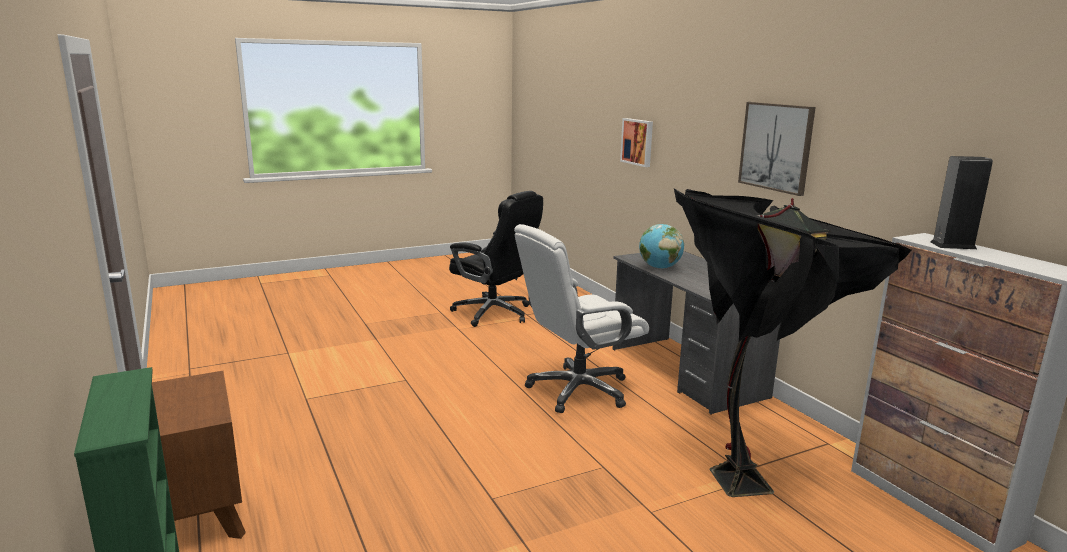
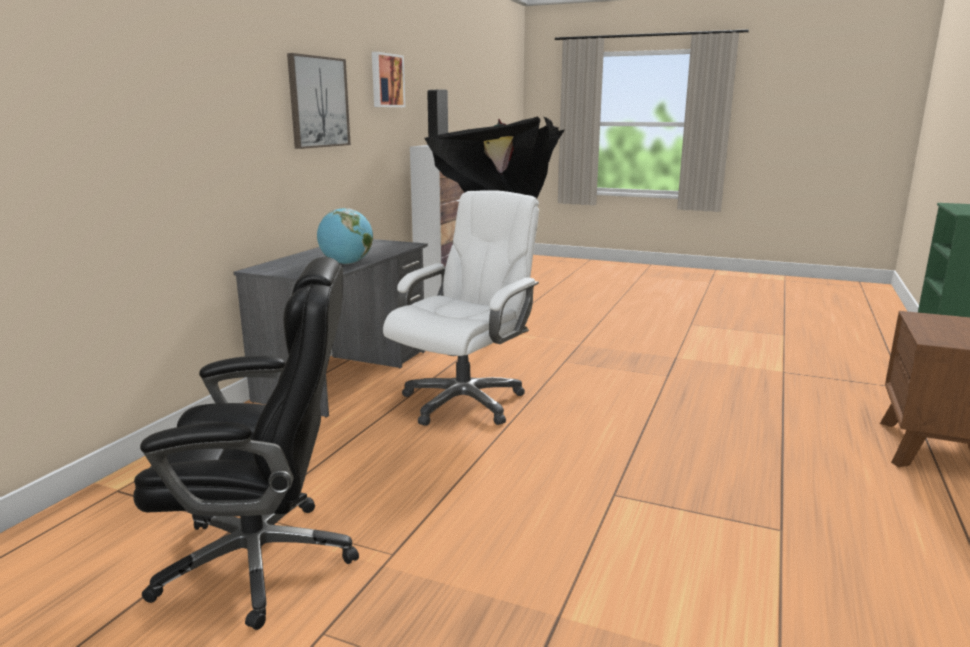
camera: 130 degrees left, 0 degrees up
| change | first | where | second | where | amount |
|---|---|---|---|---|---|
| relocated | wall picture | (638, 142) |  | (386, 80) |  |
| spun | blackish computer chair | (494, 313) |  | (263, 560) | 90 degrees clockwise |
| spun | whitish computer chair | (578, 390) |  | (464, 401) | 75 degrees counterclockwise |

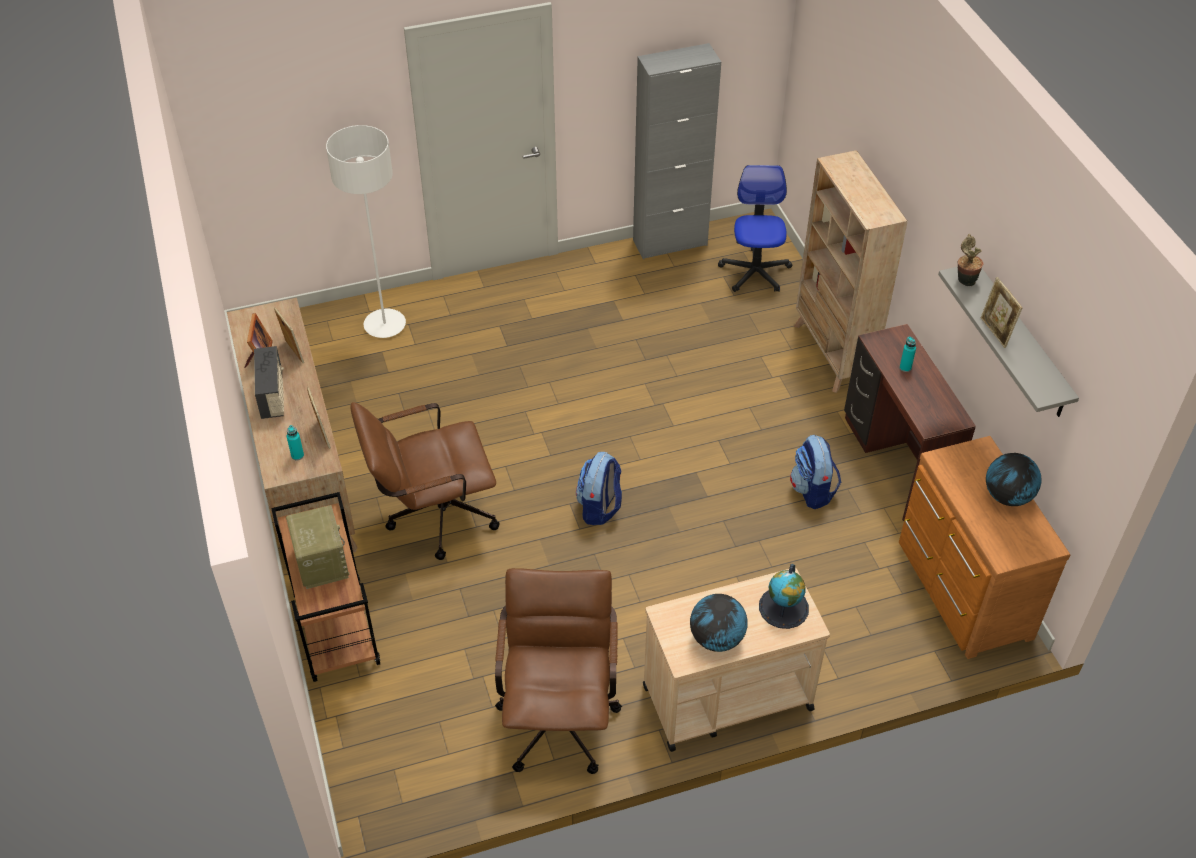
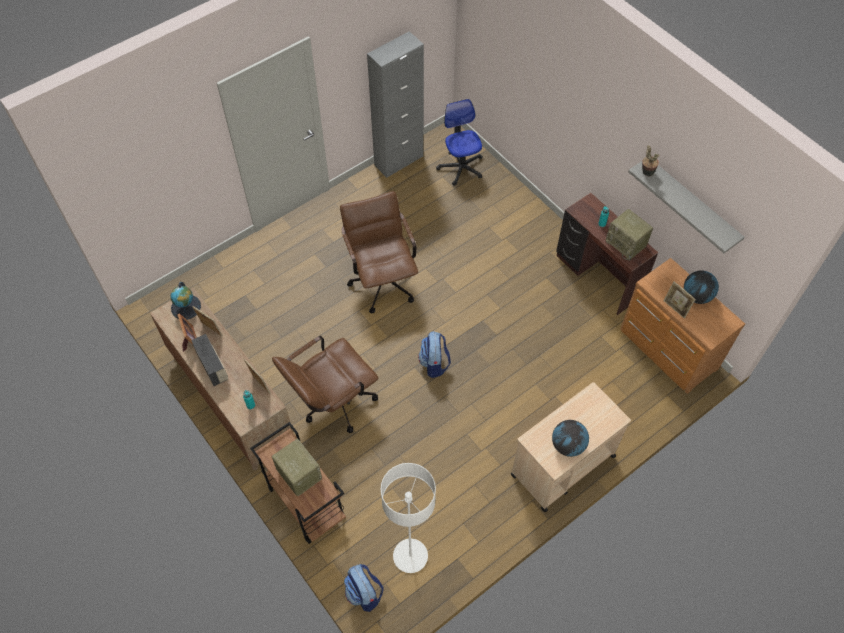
camera: 20 degrees left, 10 degrees up
| change | first | where | second | where | amount |
|---|---|---|---|---|---|
| relocated | whitish floor lamp | (385, 325) |  | (410, 556) |  |
| missing | sand-coloured bookcase | (832, 354) |  |  |  |
| relocated | standing frame | (995, 332) |  | (675, 309) |  |
| relocated | rucksack | (812, 490) |  | (364, 593) |  |
| relocated | globe | (784, 607) |  | (186, 307) |  |
| relocated | brown computer chair | (559, 714) |  | (382, 279) |  |
| appeared |  |  | radio receiver | (626, 244) |  |

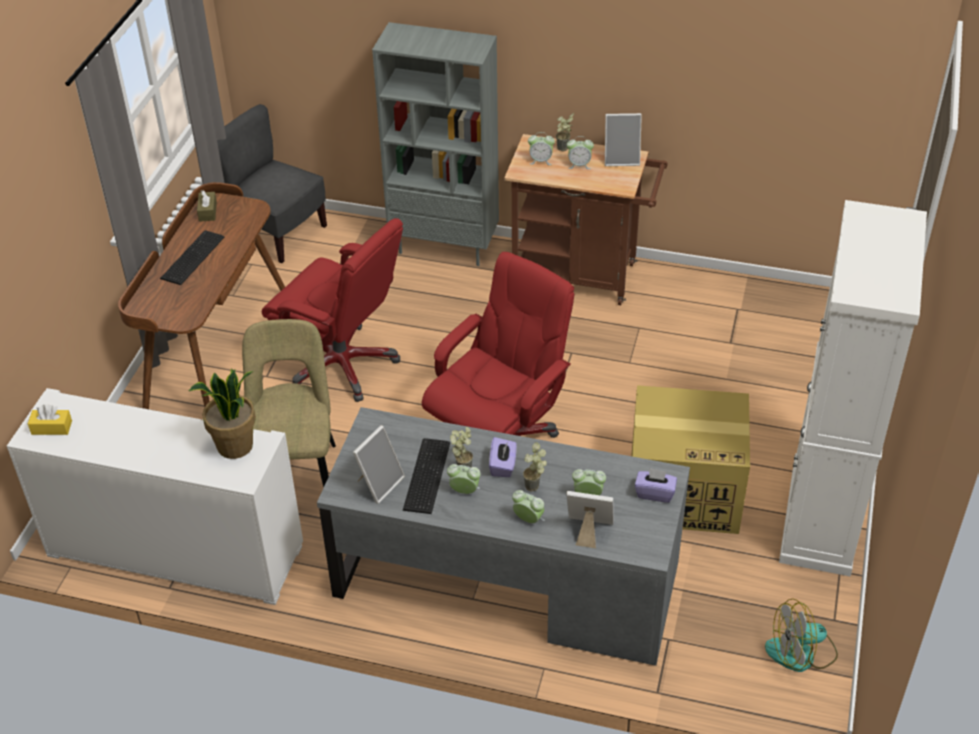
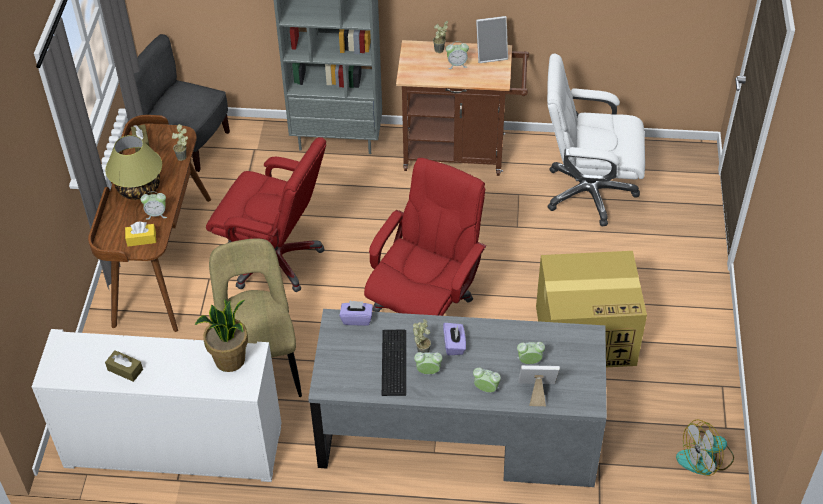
camera: 10 degrees left, 5 degrees up
| change | first | where | second | where | amount |
|---|---|---|---|---|---|
| relocated | bedside clock | (540, 161) |  | (156, 214) |  |
| missing | whitish storage cabinet | (821, 516) |  |  |  |
| exchanged | keyboard | (191, 258) | tabletop lamp | (138, 188) |  |
| relocated | yellowish box of tissues | (51, 427) |  | (141, 239) |  |
| missing | standing frame | (379, 483) |  |  |  |
| relocated | plant in a pot | (536, 488) |  | (184, 158) |  |
| relocated | purplish box of tissues | (655, 493) |  | (356, 319) |  |
| appeared |  |  | whitish computer chair | (588, 192) |  |
| appeared |  |  | brown box of tissues | (125, 370) |  |

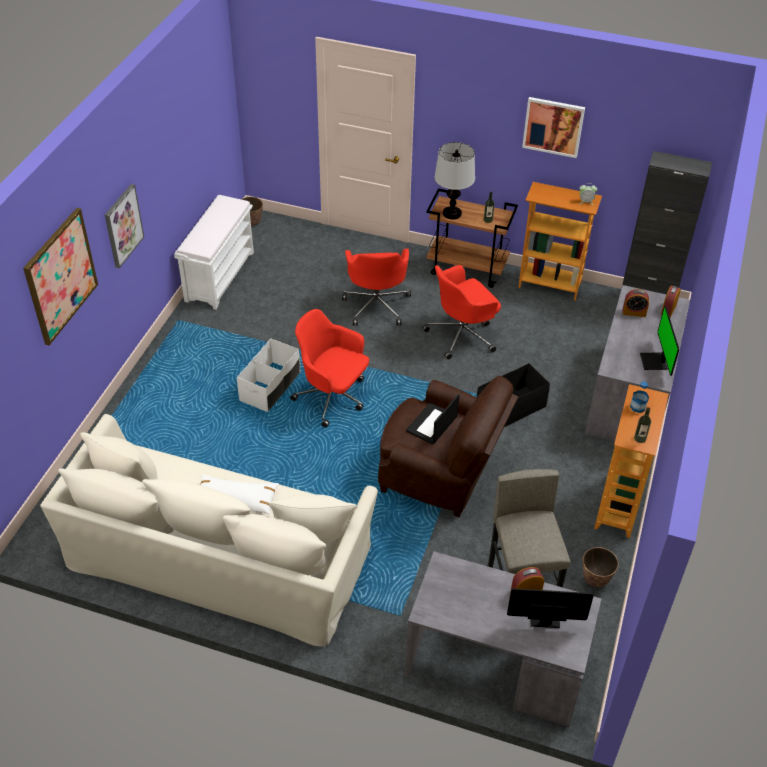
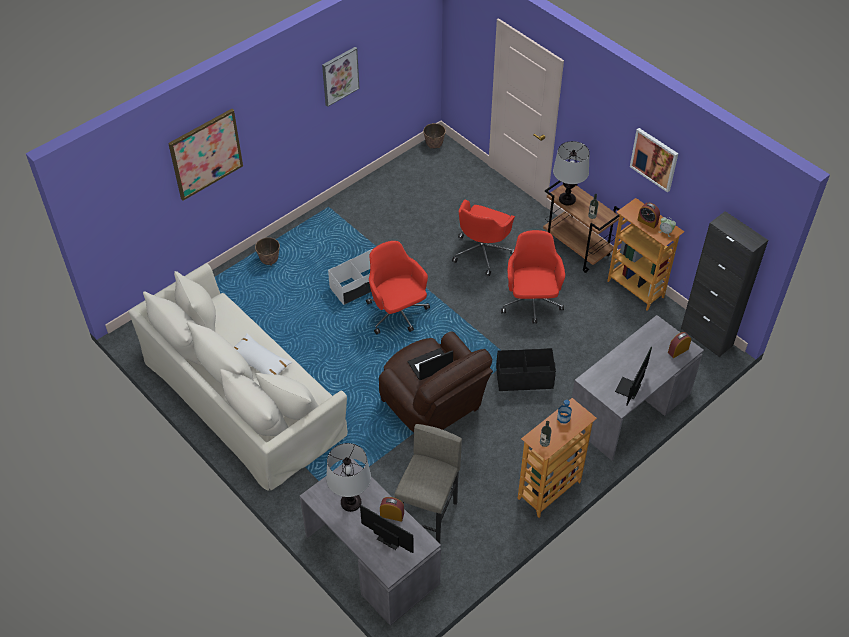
camera: 30 degrees right, 5 degrees up
| change | first | where | second | where | amount |
|---|---|---|---|---|---|
| relocated | wall picture | (123, 225) |  | (340, 76) |  |
| missing | whitish indoor bench | (220, 276) |  |  |  |
| spun | red-coloured computer chair | (462, 334) |  | (531, 303) | 90 degrees clockwise |
| relocated | bedside clock | (634, 312) |  | (647, 222) |  |
| relocated | flower pot | (595, 580) |  | (269, 261) |  |
| appeared |  |  | tabletop lamp | (350, 502) |  |

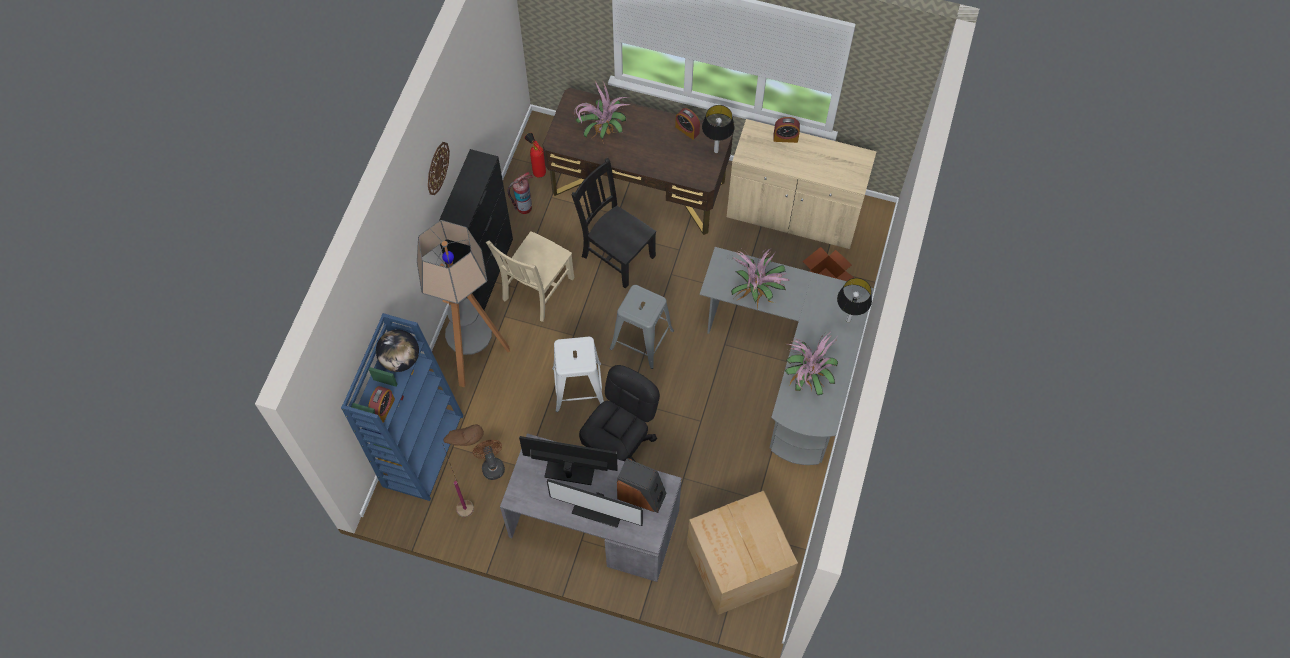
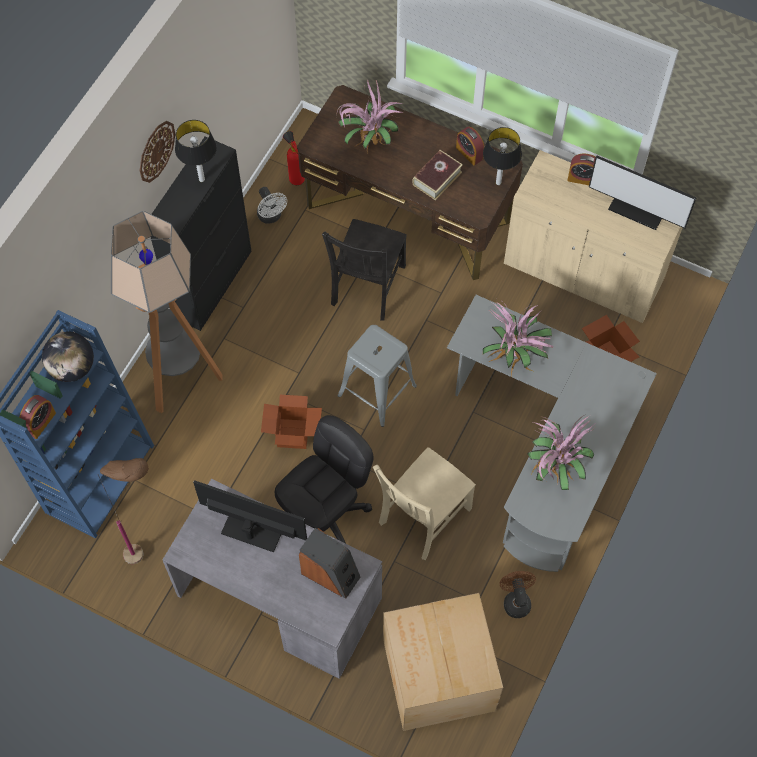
camera: 10 degrees right, 0 degrees up
| change | first | where | second | where | amount |
|---|---|---|---|---|---|
| spun | blackish upright chair | (616, 254) |  | (367, 287) | 120 degrees counterclockwise |
| exchanged | fire-fighting cylinder | (524, 207) | whitish fan | (271, 217) |  |
| relocated | sand-coloured upright chair | (536, 290) |  | (422, 517) |  |
| relocated | tabletop lamp | (848, 320) |  | (202, 180) |  |
| exchanged | whitish sitting stool | (578, 386) | cardboard box | (293, 434) |  |
| relocated | brown fan | (492, 465) |  | (515, 600) |  |
| relocated | computer display | (598, 510) |  | (636, 211) |  |
| appeared |  |  | book | (437, 178) |  |

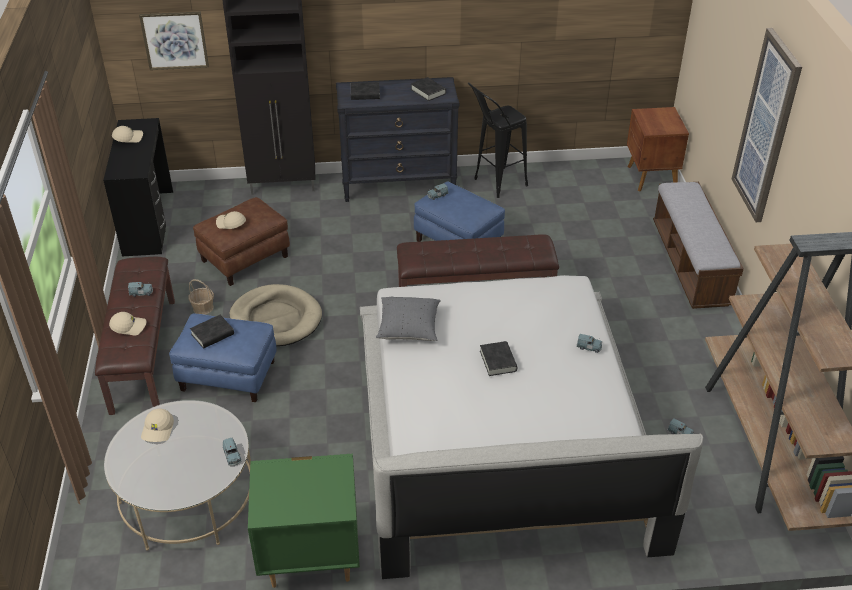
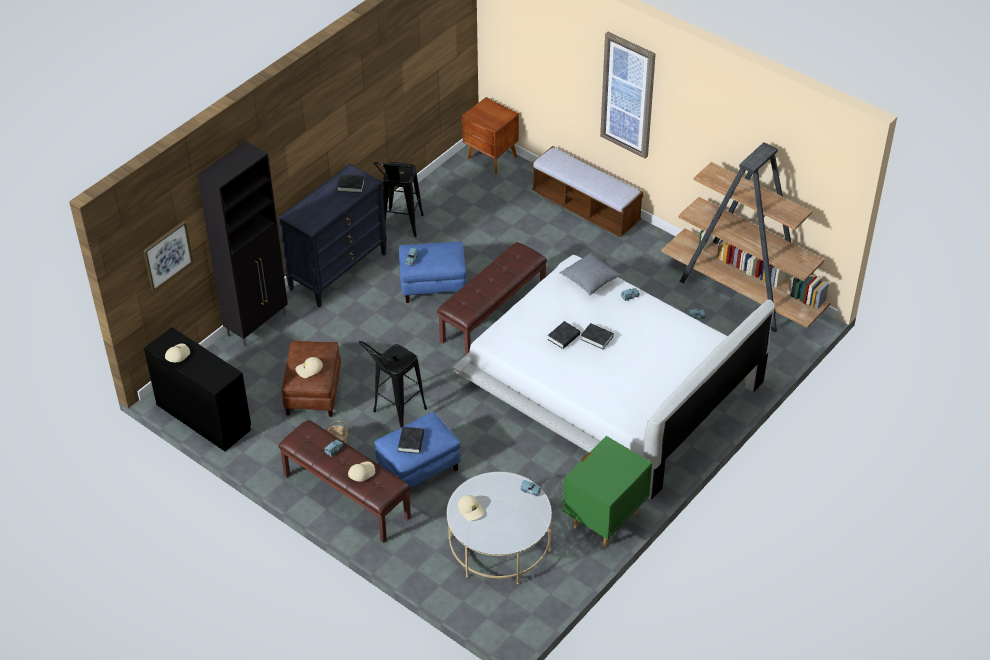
camera: 45 degrees left, 5 degrees up
| change | first | where | second | where | amount |
|---|---|---|---|---|---|
| relocated | blackish book | (365, 94) |  | (563, 337) |  |
| exchanged | sand-coloured pet bed | (276, 319) | blackish sitting stool | (394, 415) |  |
| relocated | gray throw pillow | (408, 328) |  | (590, 281) |  |

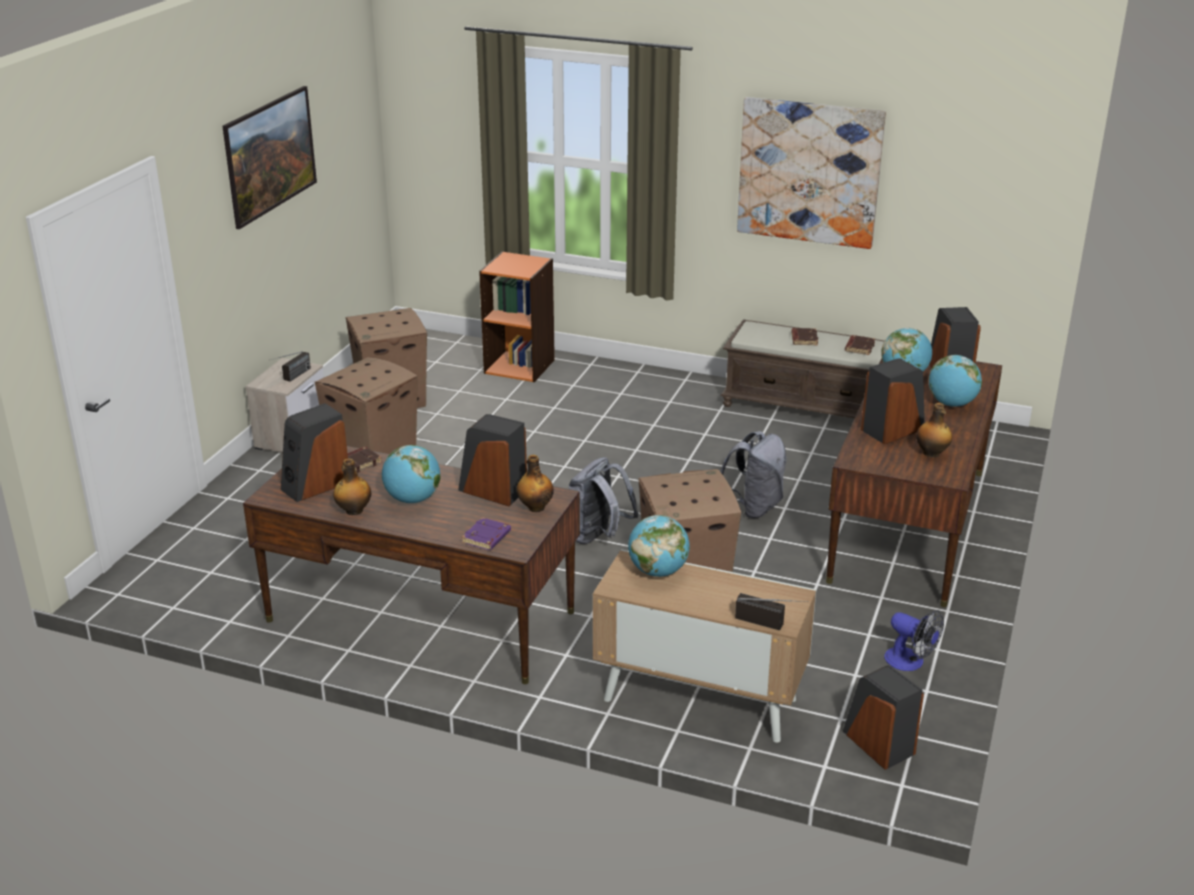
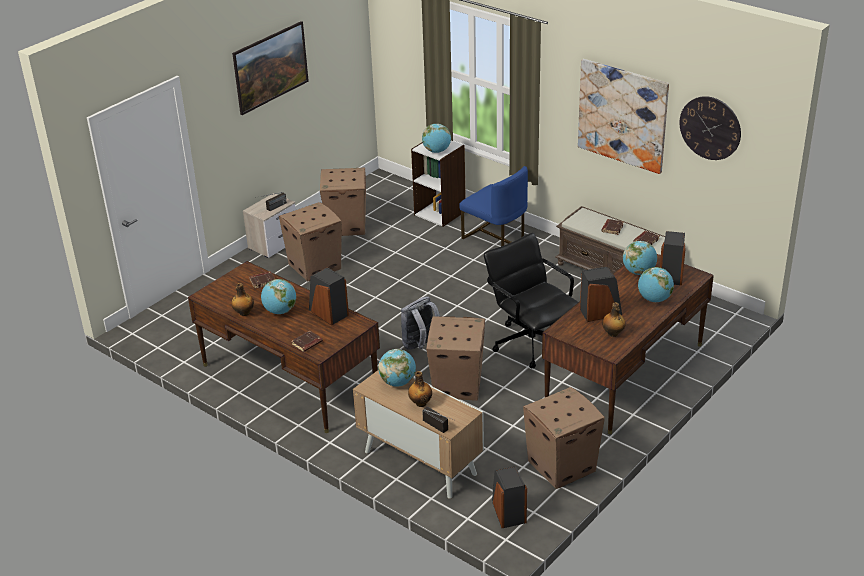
camera: 20 degrees right, 5 degrees up
| change | first | where | second | where | amount |
|---|---|---|---|---|---|
| colour | orange bookcase | (520, 366) | whitish bookcase | (440, 213) |  |
| missing | audio speaker | (315, 485) |  |  |  |
| exchanged | gray rucksack | (754, 507) | blackish computer chair | (531, 343) |  |
| relocated | bottle | (535, 507) |  | (420, 403) |  |
| colour | purplish book | (487, 538) | brown book | (307, 344) |  |
| exchanged | fan | (910, 662) | cardboard box | (562, 466) |  |
| appeared |  |  | wall clock | (710, 128) |  |
| appeared |  |  | globe | (437, 151) |  |
| appeared |  |  | blue-coloured upright chair | (495, 237) |  |

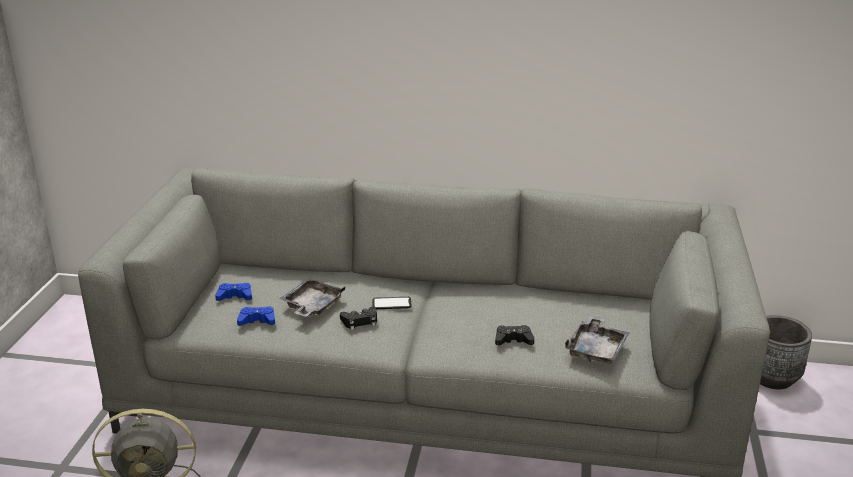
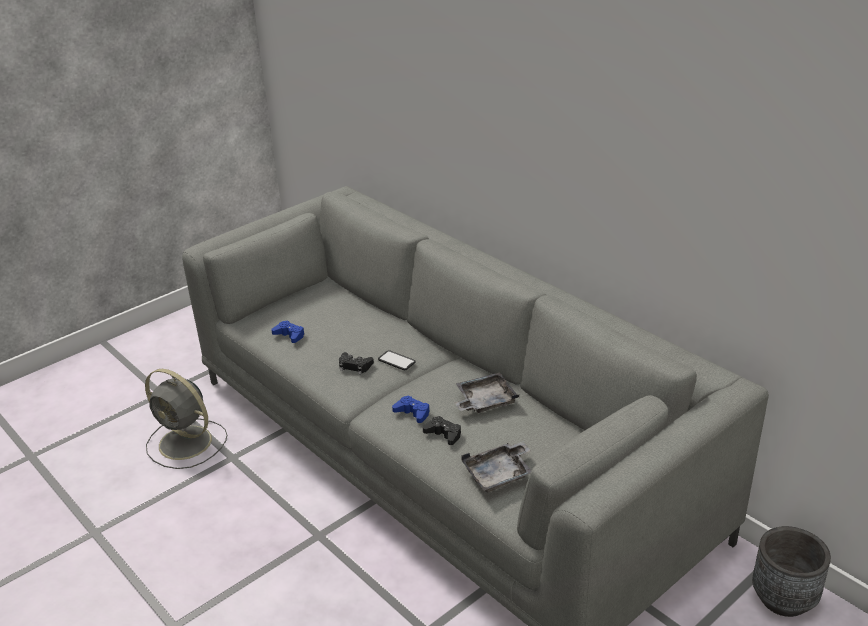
camera: 40 degrees right, 5 degrees up
| change | first | where | second | where | amount |
|---|---|---|---|---|---|
| relocated | gray tray | (312, 306) |  | (484, 401) |  |
| relocated | blue-coloured gamepad | (235, 296) |  | (412, 413) |  |

